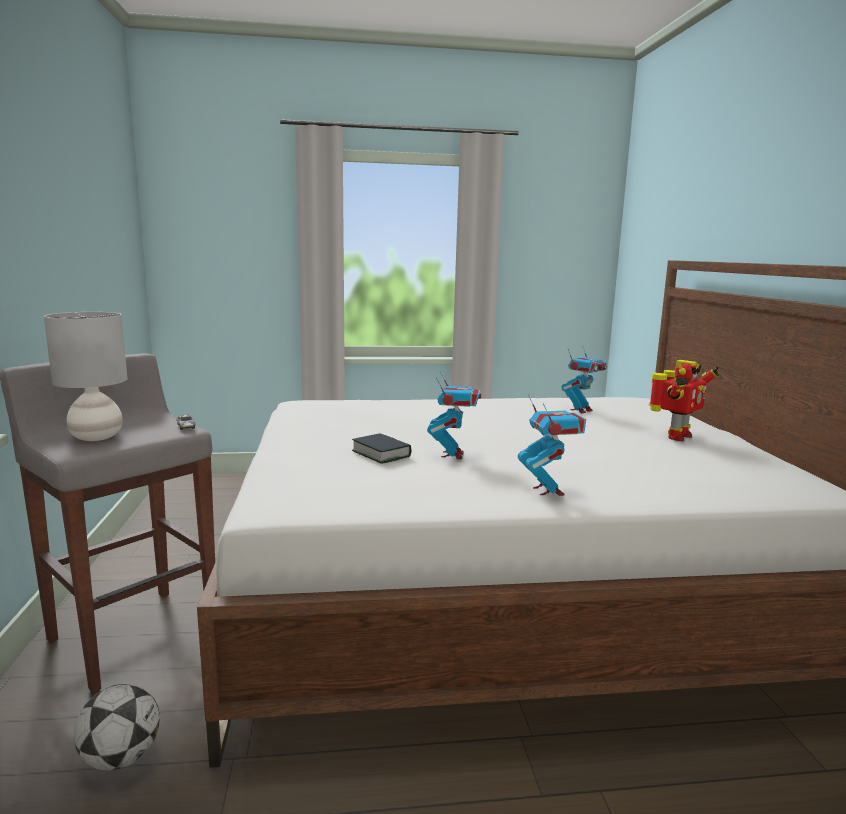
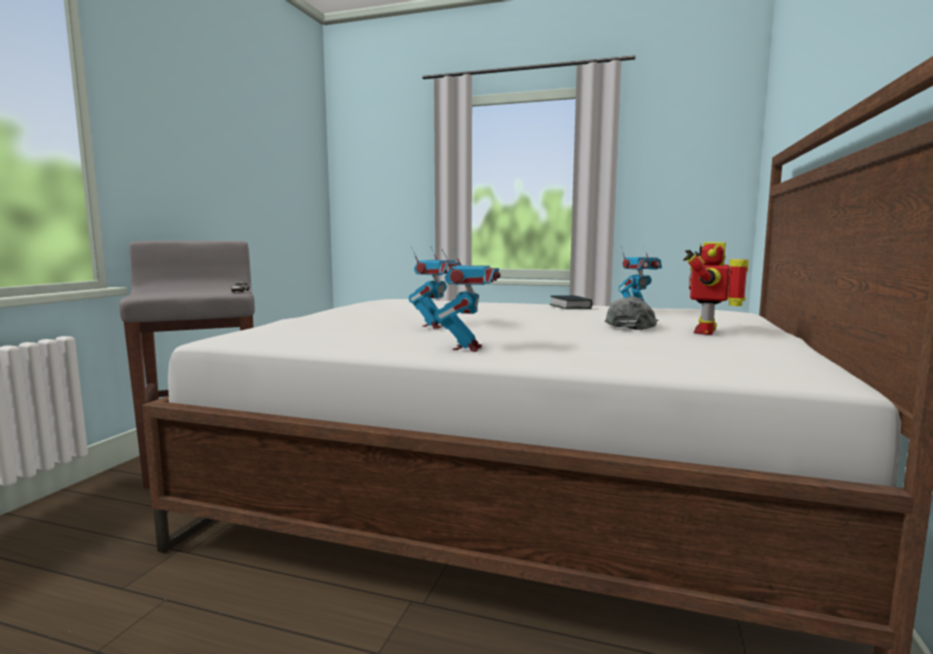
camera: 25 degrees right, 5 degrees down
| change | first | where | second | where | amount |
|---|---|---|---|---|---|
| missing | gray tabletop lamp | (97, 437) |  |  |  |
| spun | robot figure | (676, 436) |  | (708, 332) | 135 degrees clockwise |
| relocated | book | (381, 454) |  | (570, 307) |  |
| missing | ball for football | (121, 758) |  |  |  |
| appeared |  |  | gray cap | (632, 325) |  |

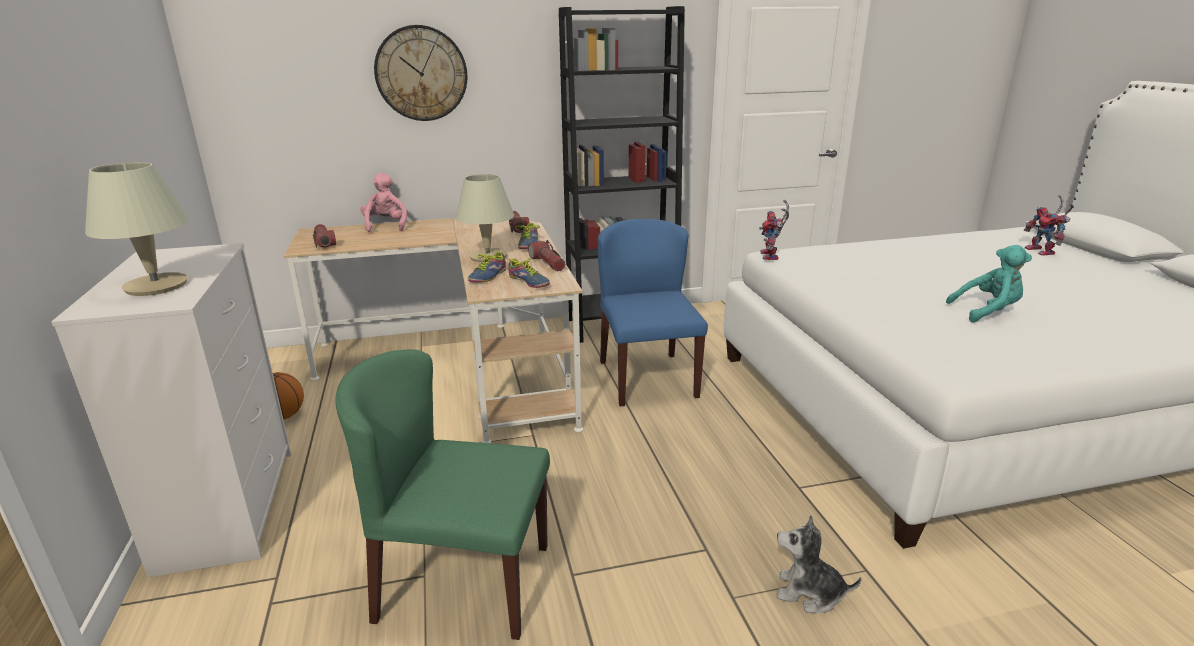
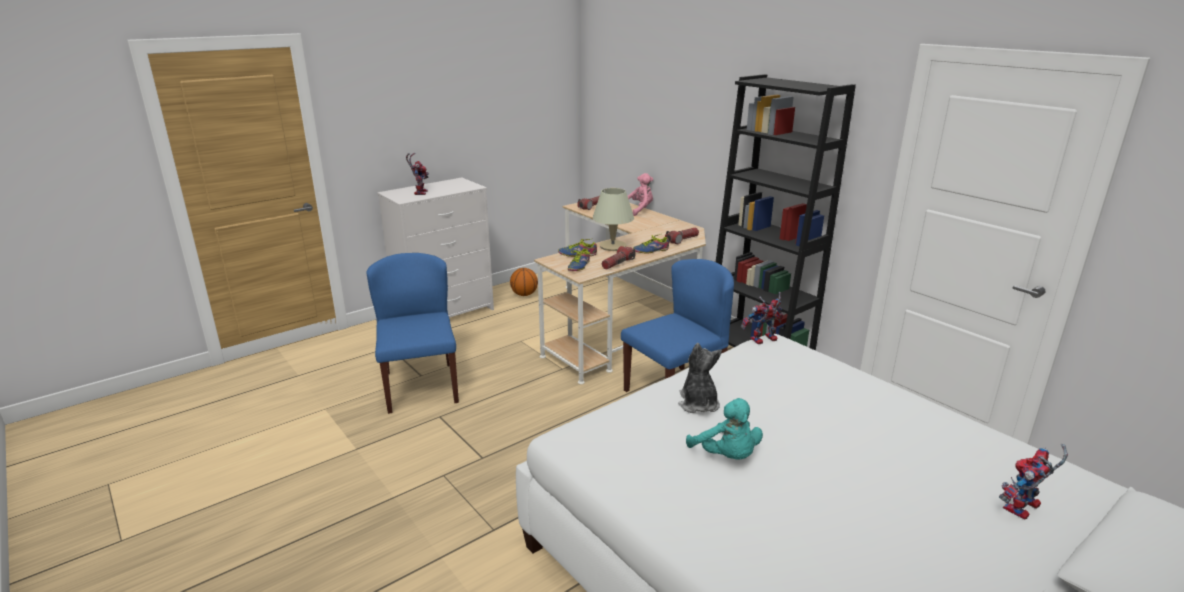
camera: 65 degrees right, 0 degrees up
| change | first | where | second | where | amount |
|---|---|---|---|---|---|
| missing | wall clock | (421, 73) |  |  |  |
| exchanged | sand-coloured tabletop lamp | (155, 286) | robot figure | (419, 192) |  |
| colour | green upright chair | (462, 582) | blue-coloured upright chair | (420, 387) |  |
| relocated | cuddly toy | (809, 593) |  | (698, 403) |  |

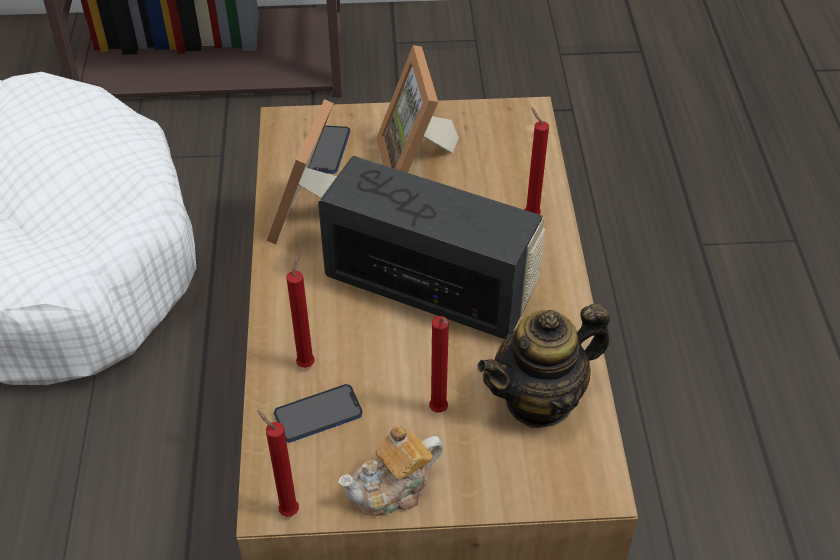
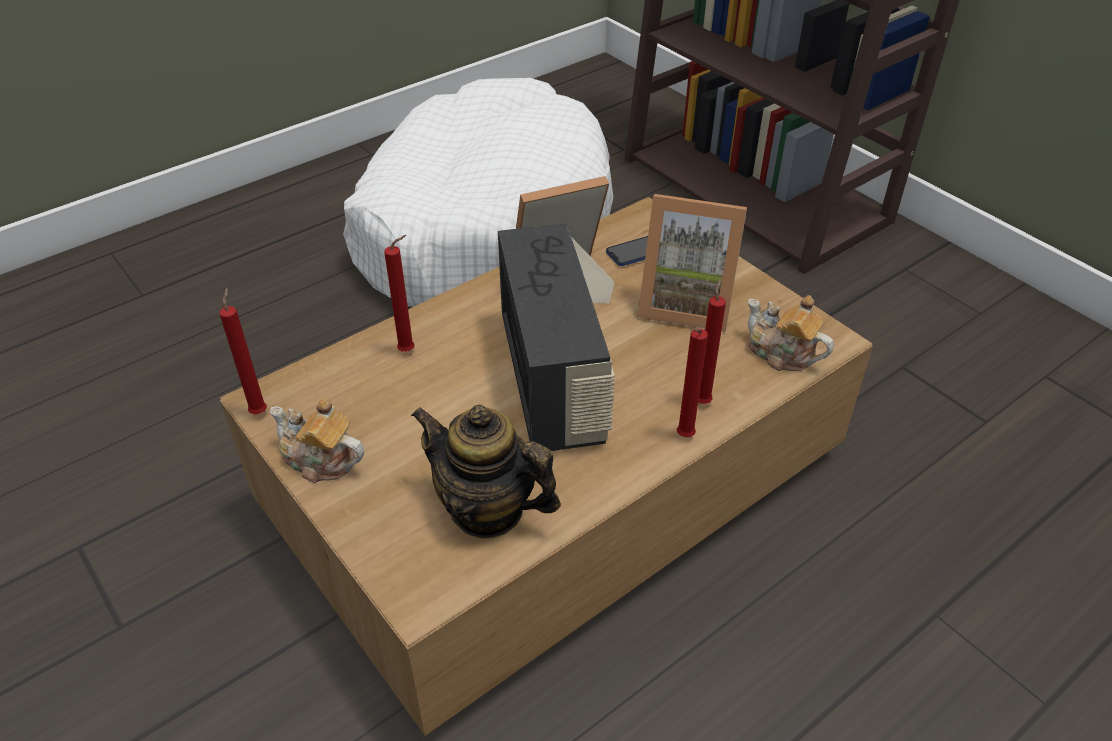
camera: 55 degrees right, 5 degrees down
| change | first | where | second | where | amount |
|---|---|---|---|---|---|
| spun | standing frame | (417, 162) |  | (686, 303) | 120 degrees counterclockwise |
| relocated | red-coloured candle | (439, 412) |  | (683, 437) |  |
| missing | phone | (318, 414) |  |  |  |
| appeared |  |  | tea pot | (781, 353) |  |

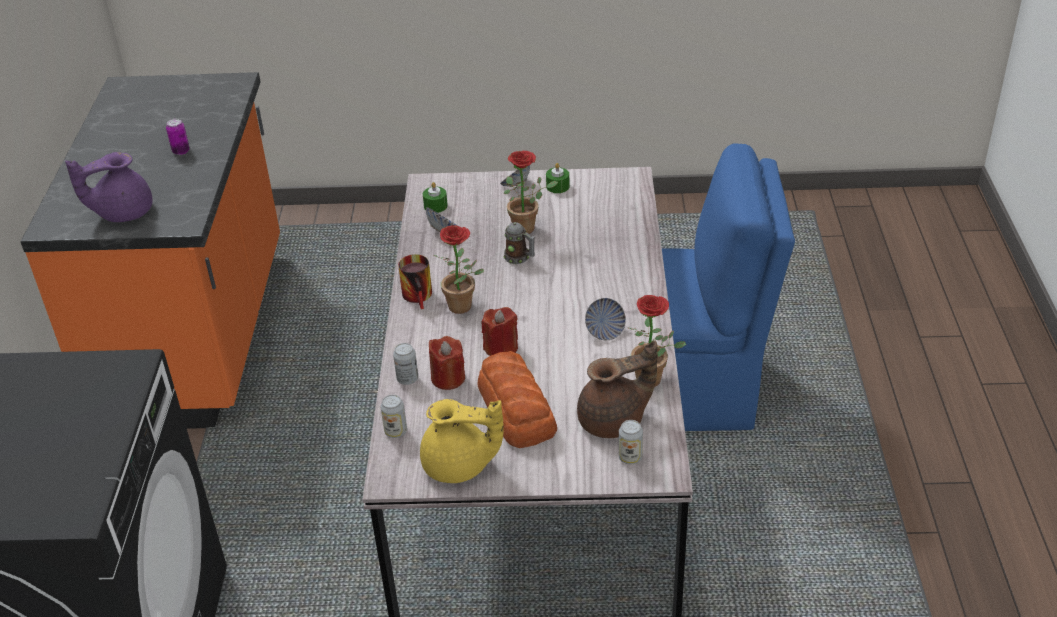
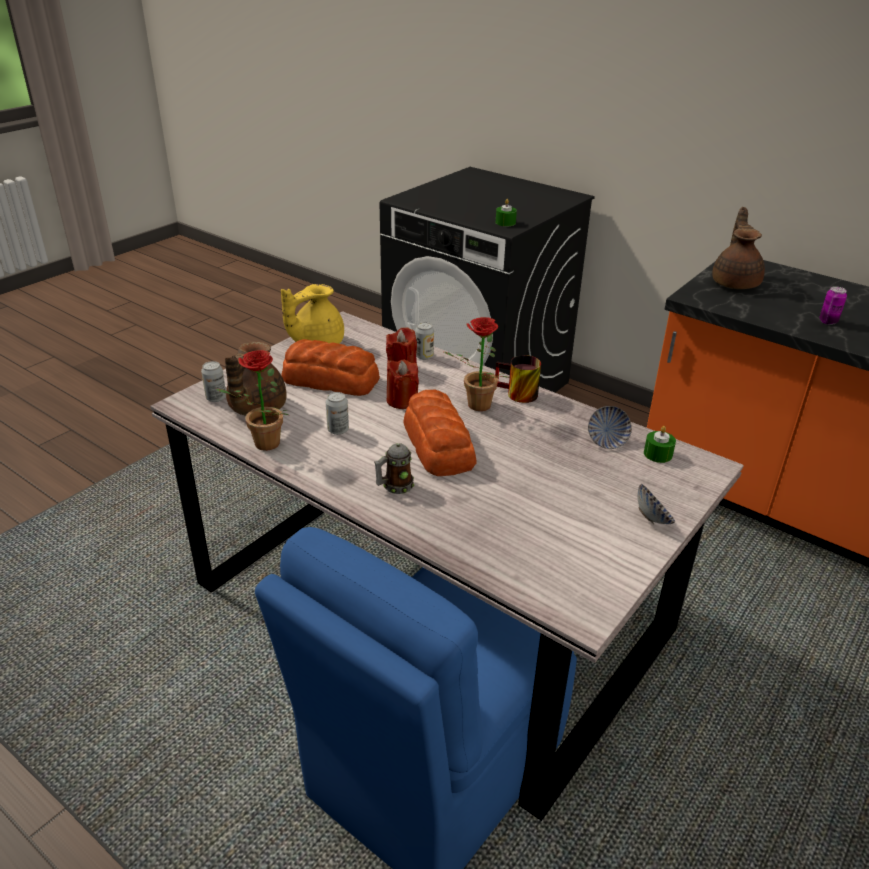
camera: 125 degrees right, 5 degrees down
| change | first | where | second | where | amount |
|---|---|---|---|---|---|
| missing | plant in a pot | (528, 228) |  |  |  |
| colour | purplish tea pot | (122, 212) | brown tea pot | (735, 282) |  |
| relocated | green candle | (557, 186) |  | (505, 222) |  |
| relocated | tea mug | (519, 258) |  | (394, 486) |  |
| missing | deep dish | (605, 331) |  |  |  |
| relocated | can | (396, 431) |  | (338, 430) |  |
| appeared |  |  | bakery bread | (438, 445) |  |

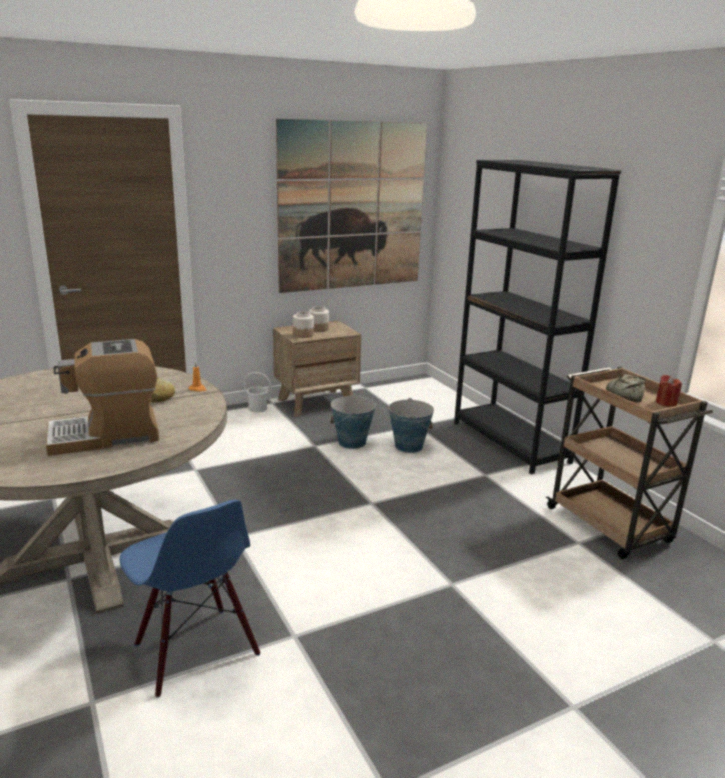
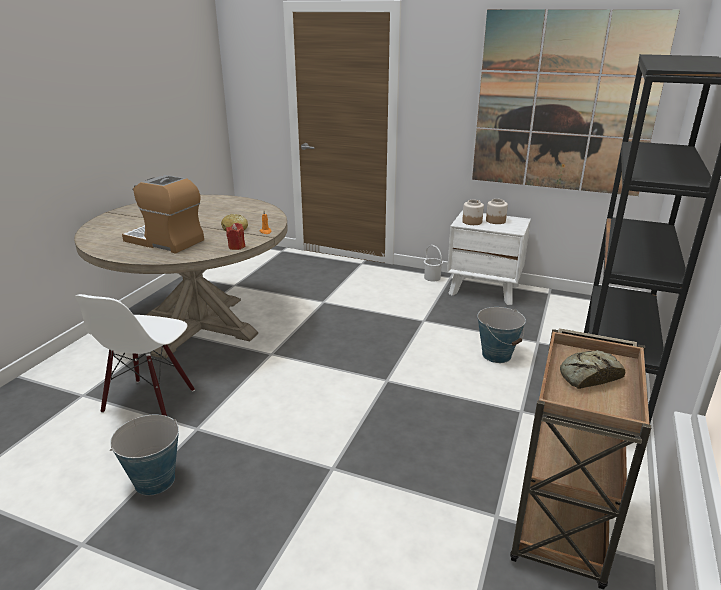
camera: 50 degrees right, 5 degrees up
| change | first | where | second | where | amount |
|---|---|---|---|---|---|
| colour | brown nightstand | (316, 402) | whitish nightstand | (484, 290) |  |
| relocated | red-coloured candle | (666, 403) |  | (236, 247) |  |
| relocated | bucket | (352, 442) |  | (154, 480) |  |
| colour | blue-coloured upright chair | (195, 650) | whitish upright chair | (150, 402) |  |

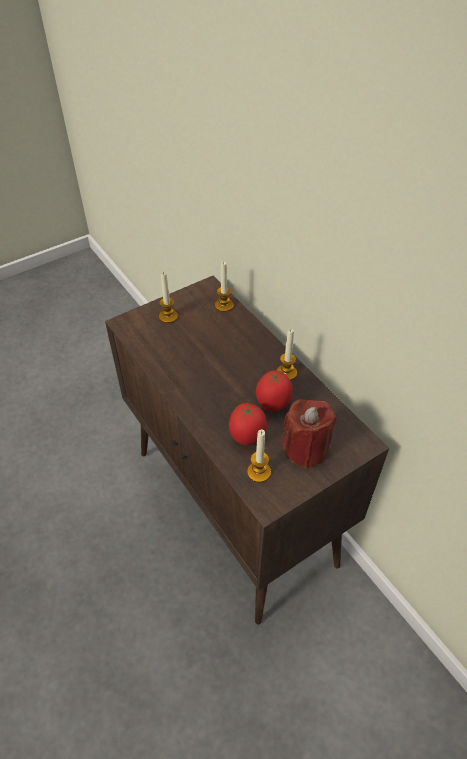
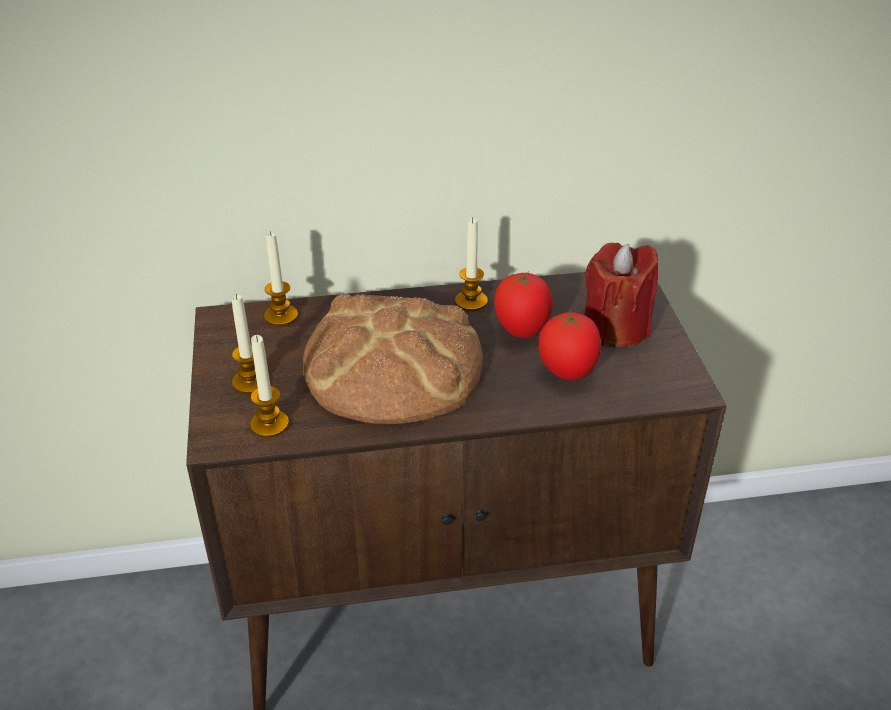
camera: 65 degrees left, 10 degrees down
| change | first | where | second | where | amount |
|---|---|---|---|---|---|
| relocated | candle | (259, 472) |  | (269, 424) |  |
| appeared |  |  | bakery bread | (392, 364) |  |

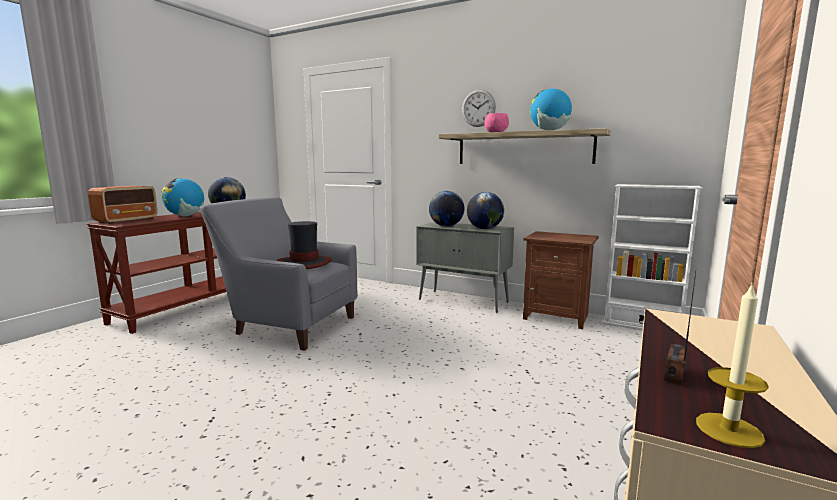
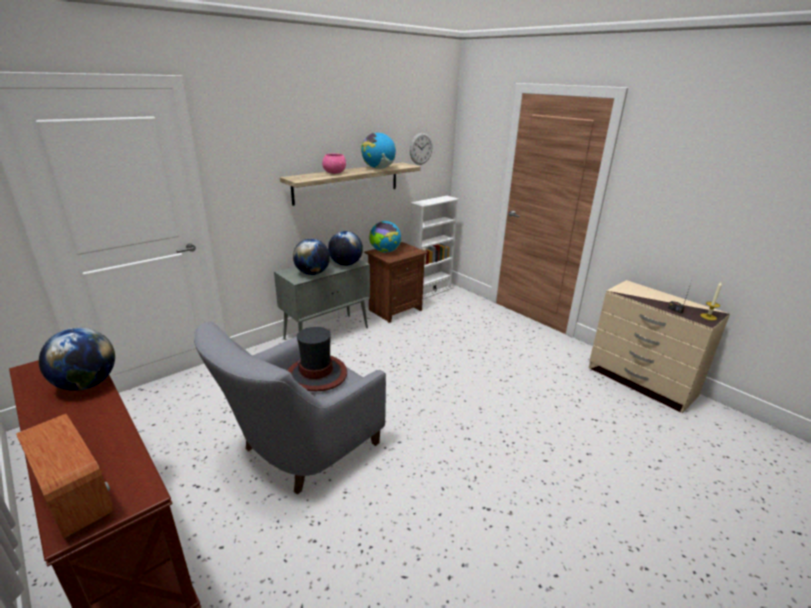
camera: 70 degrees left, 15 degrees up
| change | first | where | second | where | amount |
|---|---|---|---|---|---|
| relocated | wall clock | (478, 108) |  | (421, 148) |  |
| relocated | globe | (185, 216) |  | (385, 252) |  |

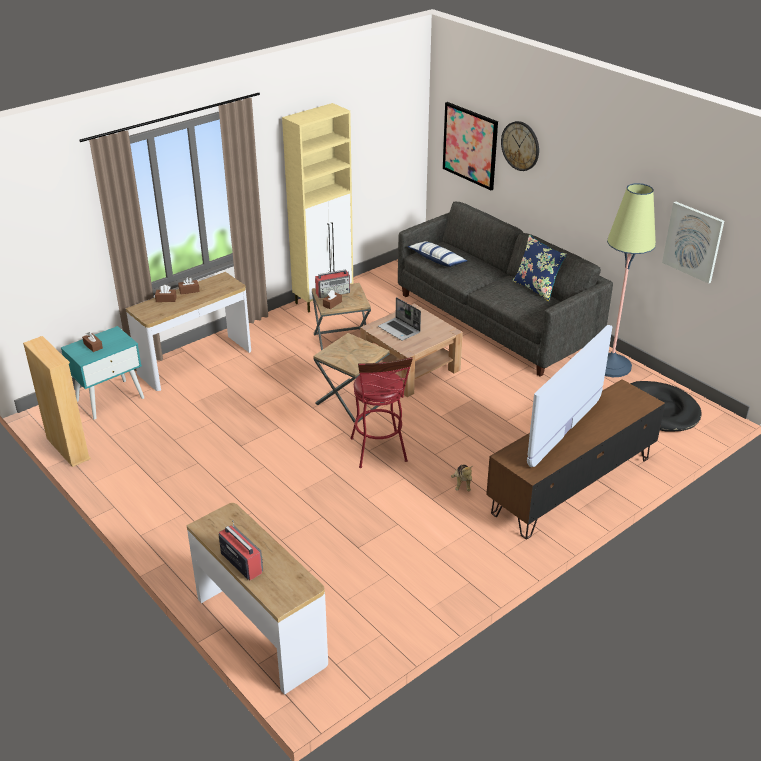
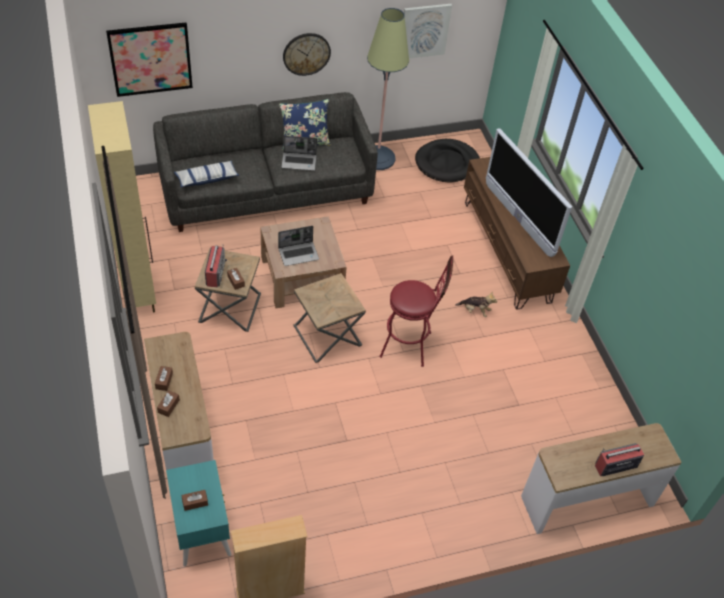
camera: 70 degrees left, 15 degrees up
| change | first | where | second | where | amount |
|---|---|---|---|---|---|
| relocated | wall clock | (520, 146) |  | (306, 54) |  |
| appeared |  |  | notebook computer | (299, 162) |  |

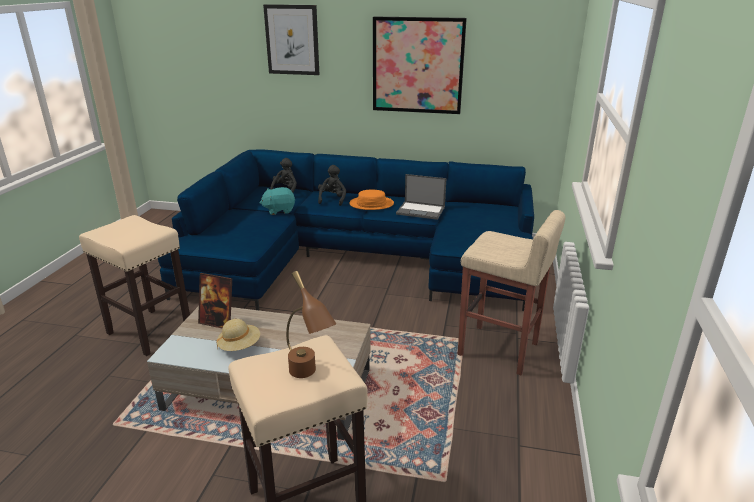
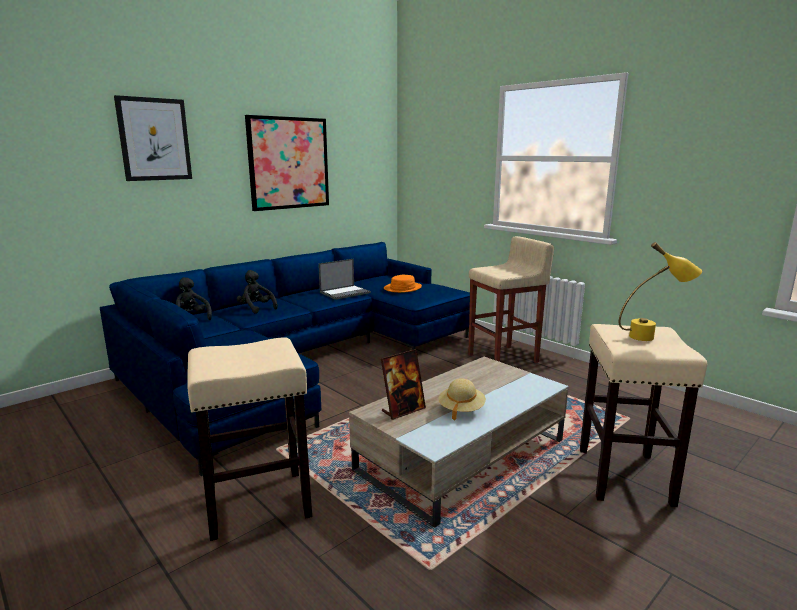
camera: 55 degrees left, 10 degrees down
| change | first | where | second | where | amount |
|---|---|---|---|---|---|
| missing | blue-green cuddly toy | (279, 210) |  |  |  |
| relocated | orange wearable hat | (371, 204) |  | (403, 288) |  |
| colour | brown tabletop lamp | (309, 376) | yellowish tabletop lamp | (652, 337) |  |

